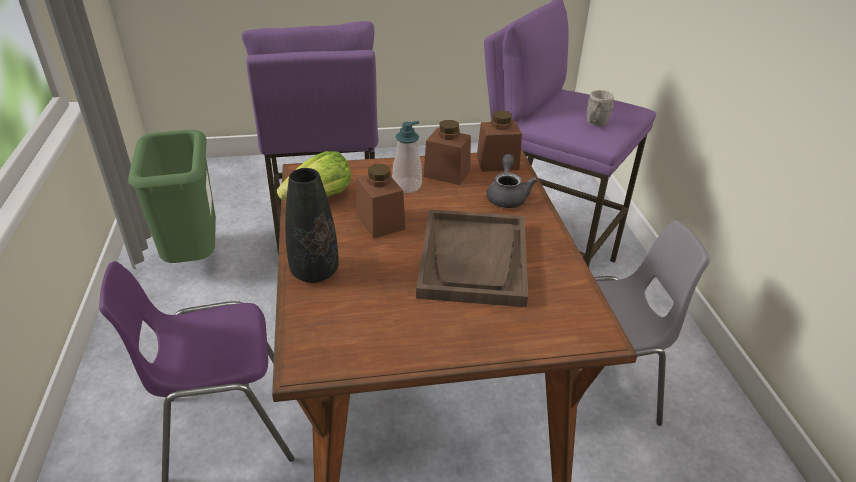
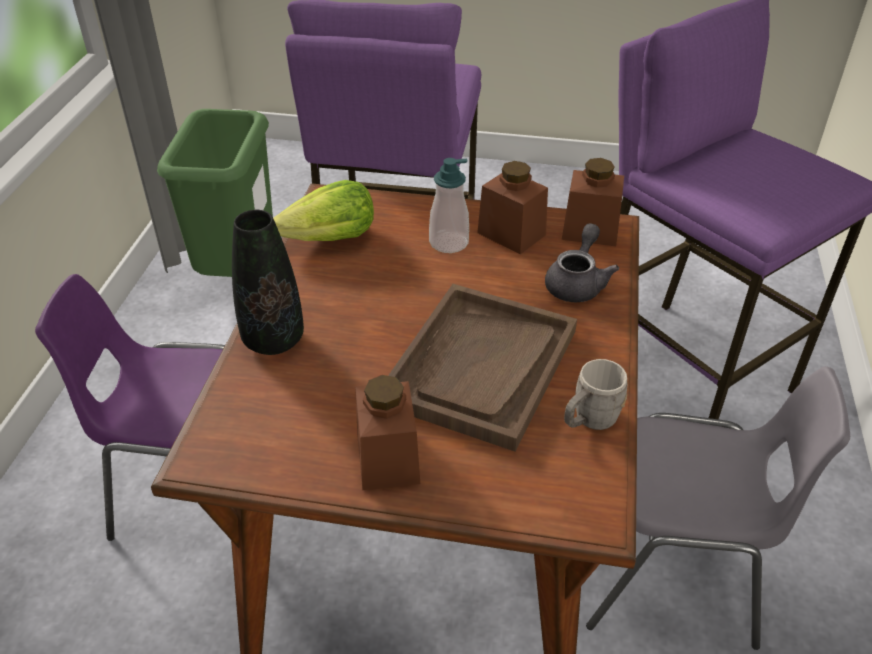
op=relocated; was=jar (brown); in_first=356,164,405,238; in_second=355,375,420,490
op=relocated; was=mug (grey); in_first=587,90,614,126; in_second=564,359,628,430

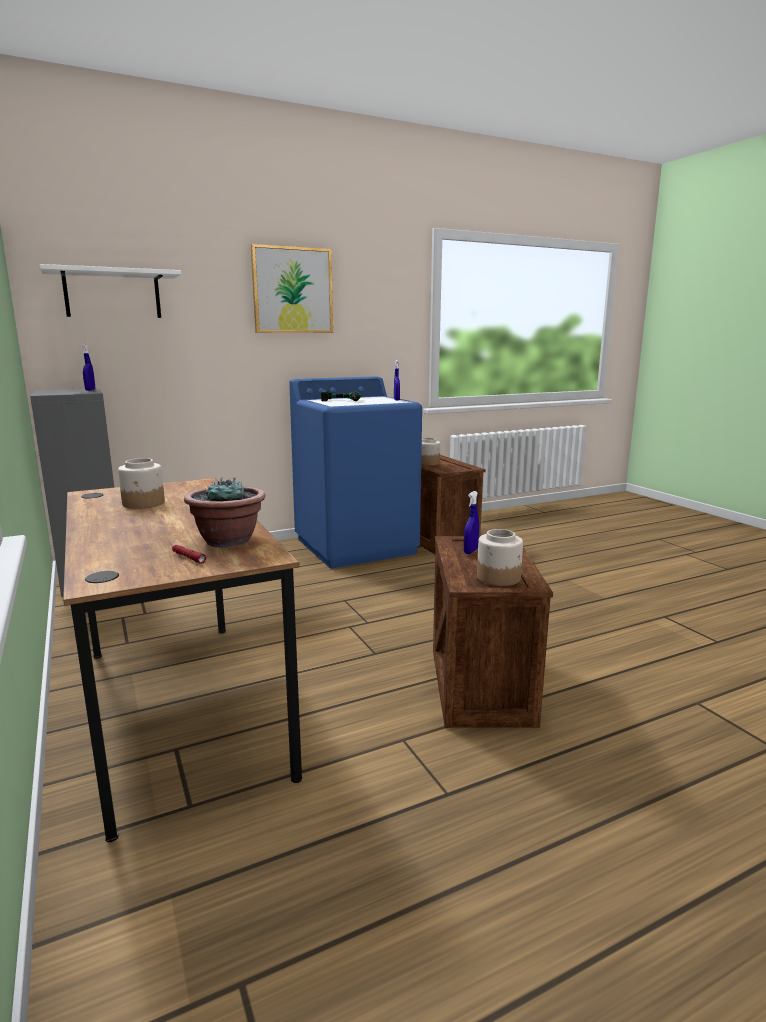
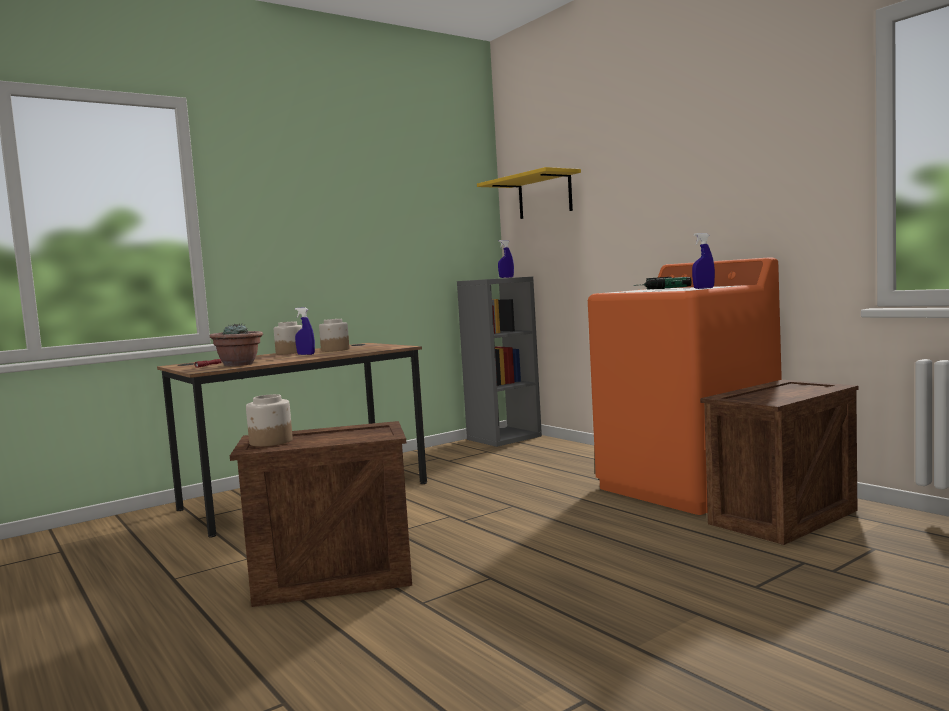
op=colour; was=shelf (white); now=shelf (yellow); in_first=39,264,181,318; in_second=477,167,581,219
op=missing; was=picture; in_first=251,244,333,333
op=colour; was=washing machine (blue); now=washing machine (orange); in_first=289,376,422,568; in_second=588,257,782,515
op=relocated; was=jar; in_first=421,438,440,466; in_second=274,321,302,354
op=relocated; was=spray bottle (blue); in_first=464,491,479,554; in_second=295,308,315,355

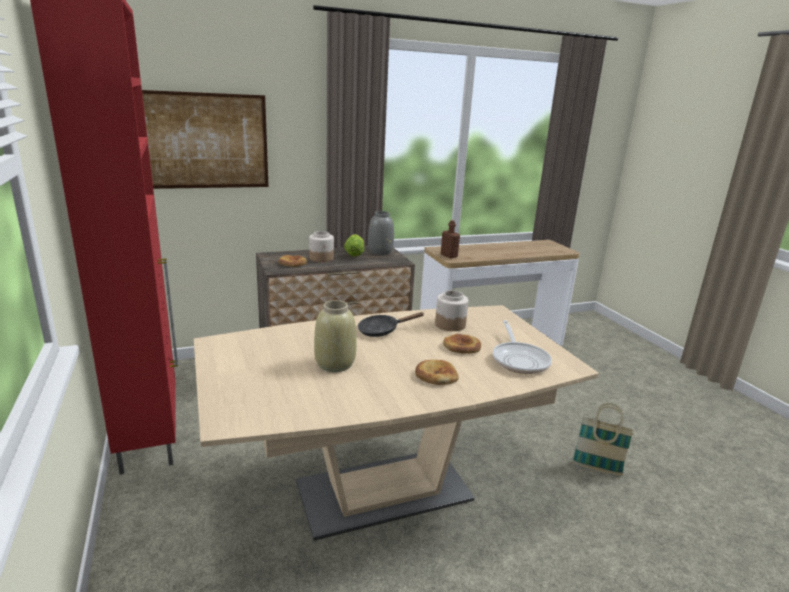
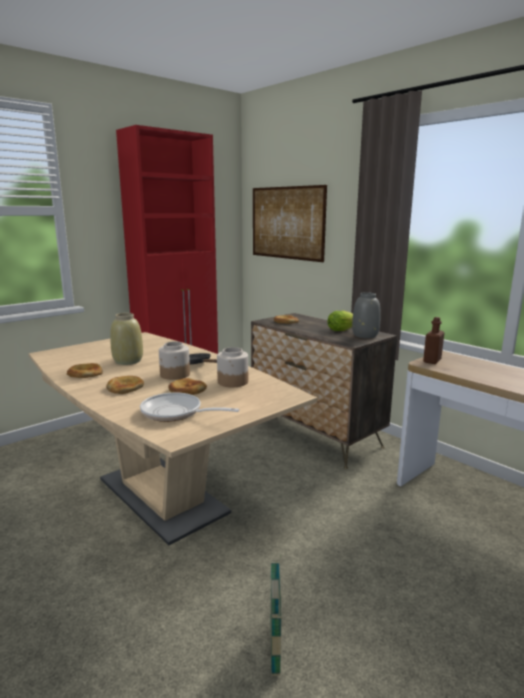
op=relocated; was=jar; in_first=309,231,334,262; in_second=159,341,190,380
op=spun; was=frying pan; in_first=493,320,552,374; in_second=140,393,240,422; clockwise=45
op=appeared; now=bread; in_second=67,363,103,378

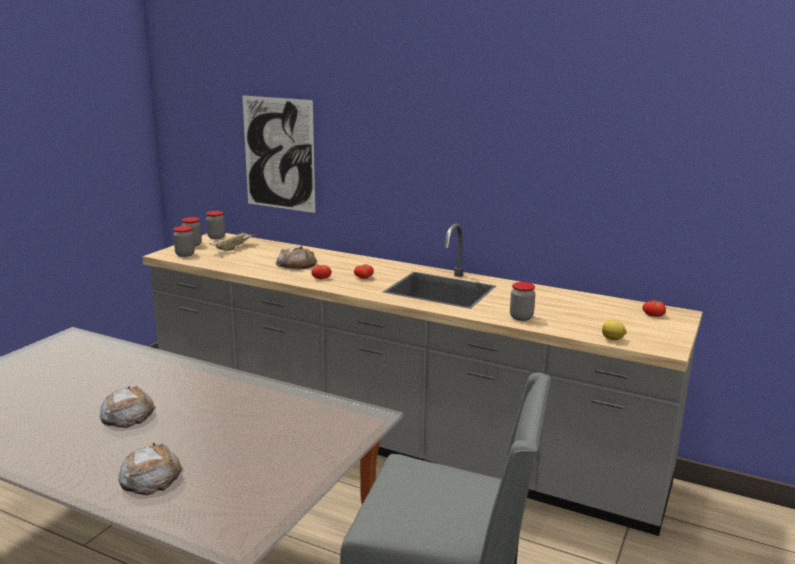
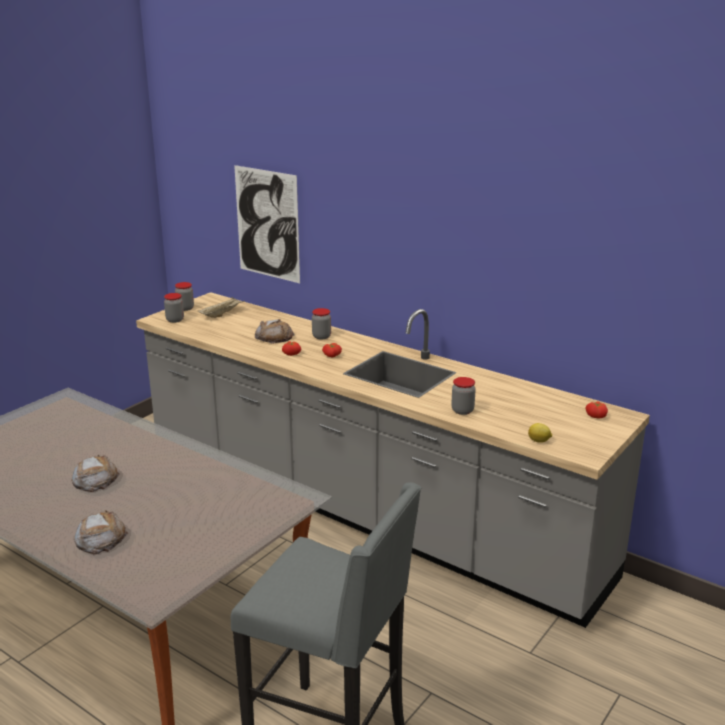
op=relocated; was=jar; in_first=206,211,225,239; in_second=312,308,331,339

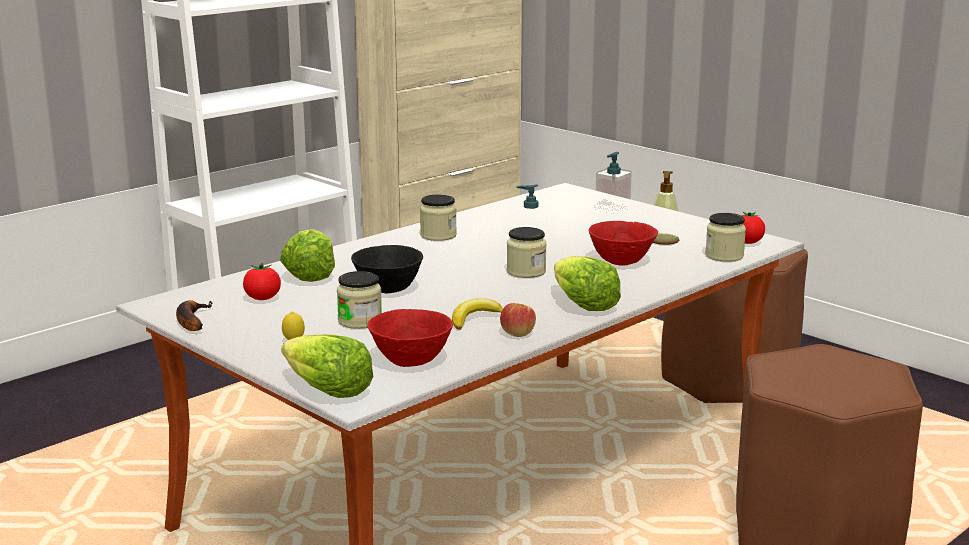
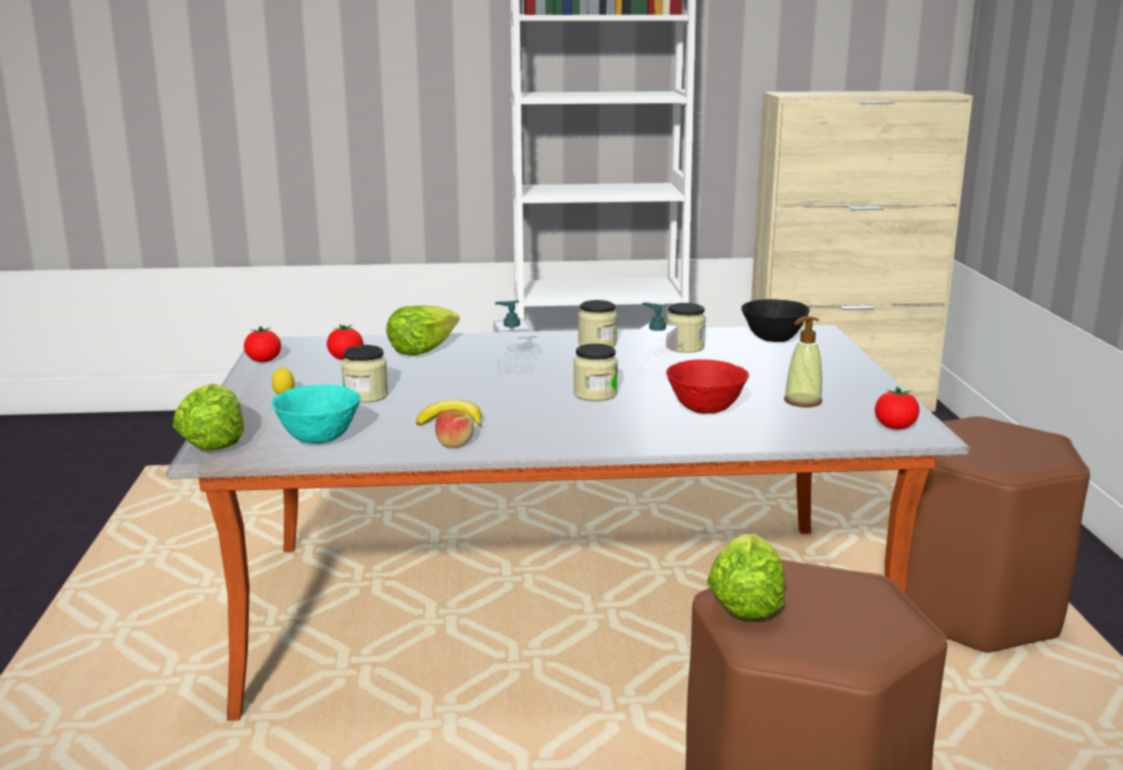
op=exchanged; was=banana; now=tomato; in_first=176,300,213,331; in_second=244,326,281,362
op=relocated; was=bowl (black); in_first=351,245,423,293; in_second=741,299,810,342
op=colour; was=bowl (red); now=bowl (turquoise); in_first=367,309,453,367; in_second=272,385,361,444
op=relocated; was=lettuce; in_first=554,256,621,311; in_second=707,533,785,620
op=relocated; was=soap dispenser; in_first=595,152,632,214; in_second=493,300,531,375
op=relocated; was=jar; in_first=705,213,746,262; in_second=667,303,706,353

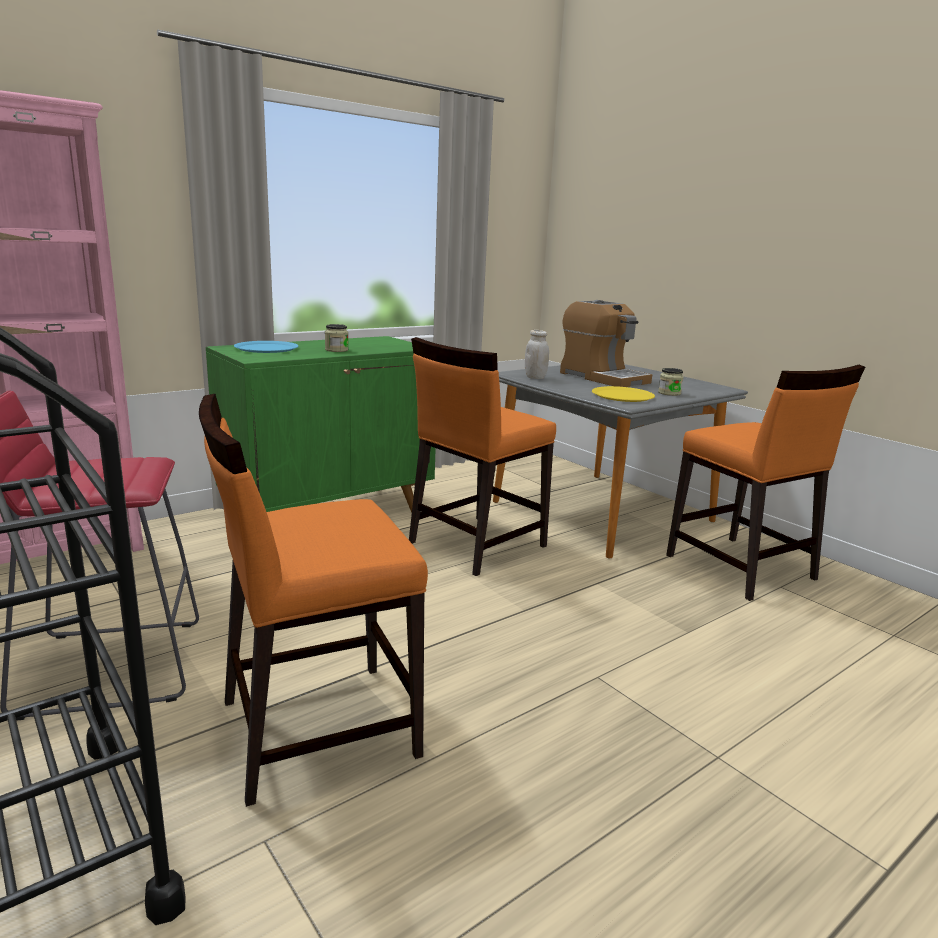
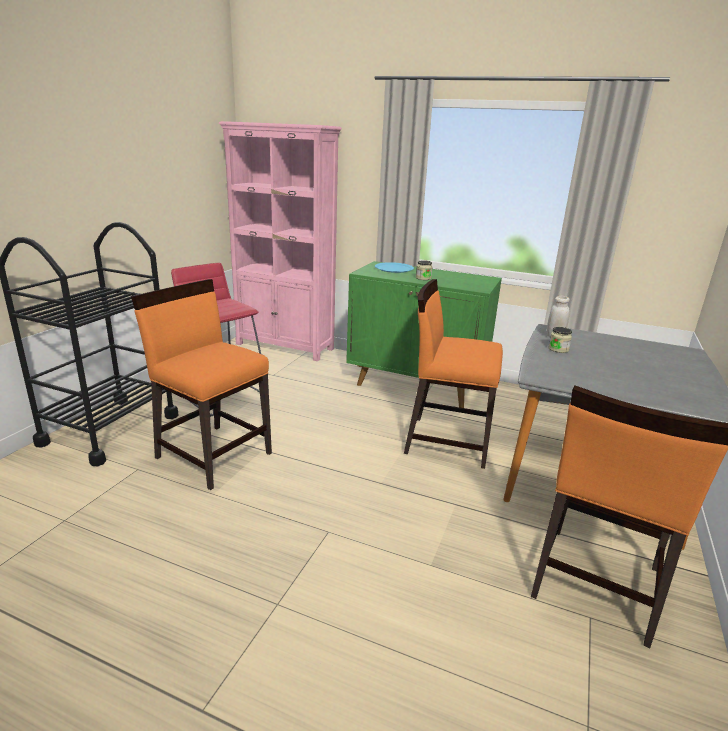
op=missing; was=coffee machine; in_first=560,300,652,387
op=missing; was=plate (yellow); in_first=592,386,655,402
op=relocated; was=jar; in_first=658,368,684,396; in_second=548,327,572,353

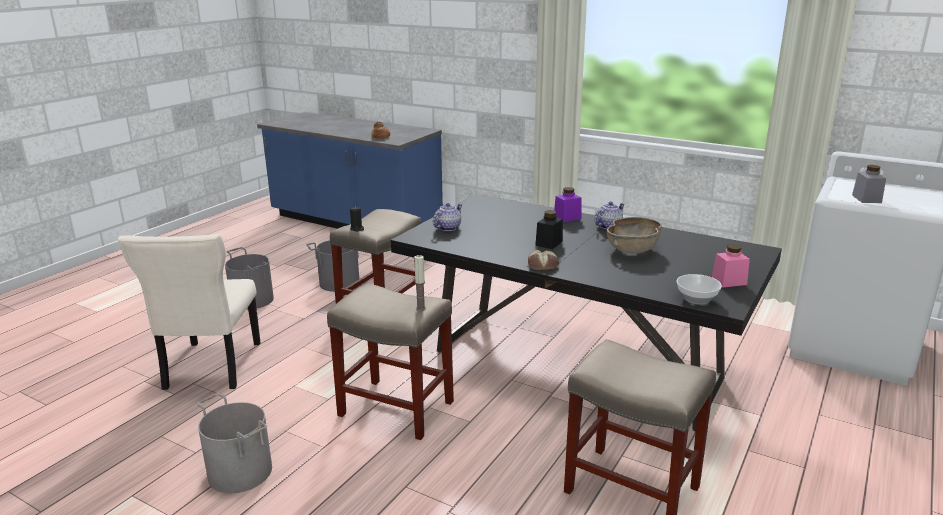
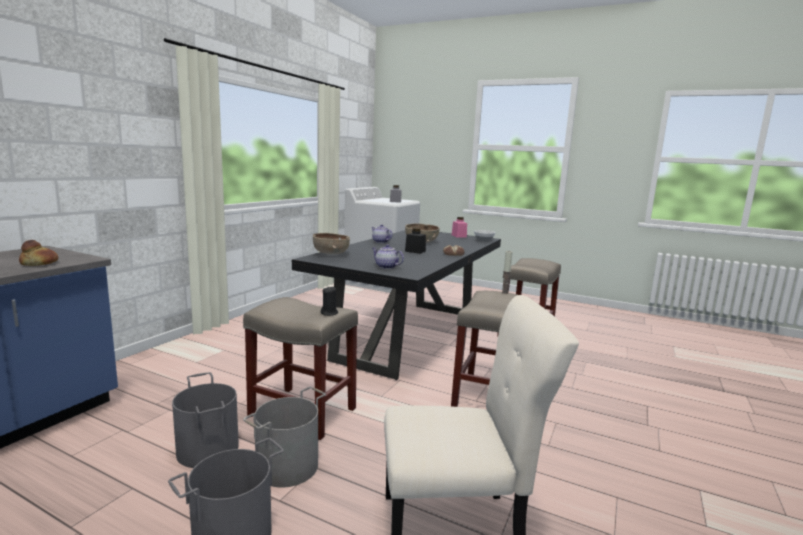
op=relocated; was=bucket (grey); in_first=197,393,272,493; in_second=243,387,326,488
op=missing; was=jar (purple); in_first=554,187,581,222
op=appeared; now=bowl (brown); in_second=313,233,350,255

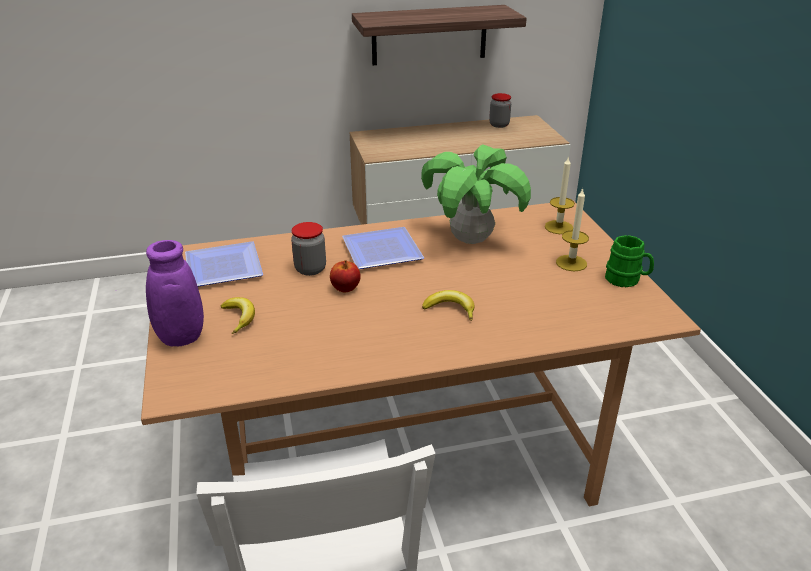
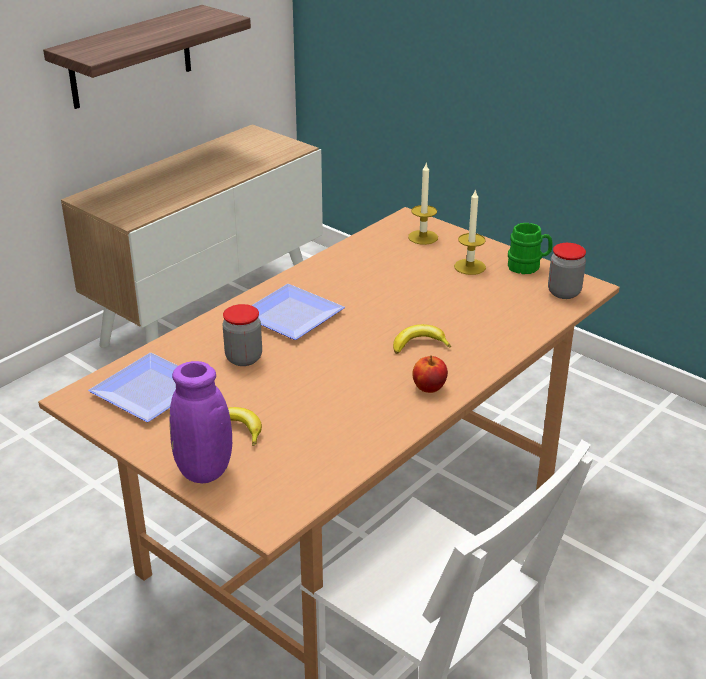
op=relocated; was=apple; in_first=330,260,361,293; in_second=412,355,448,393
op=missing; was=potted plant; in_first=421,144,531,244
op=relocated; was=jar; in_first=489,93,511,128; in_second=548,243,586,299

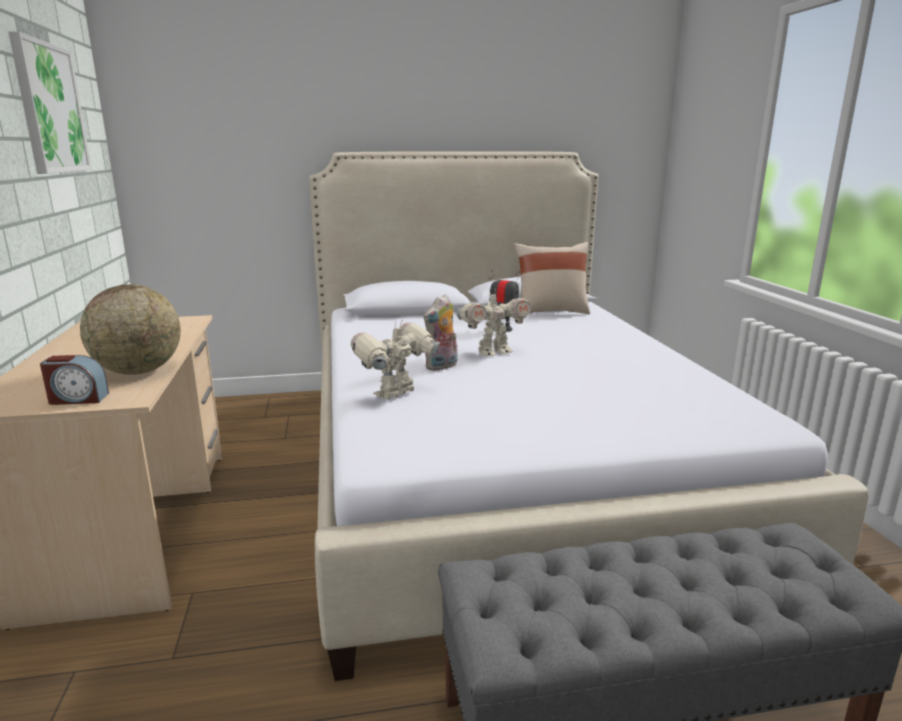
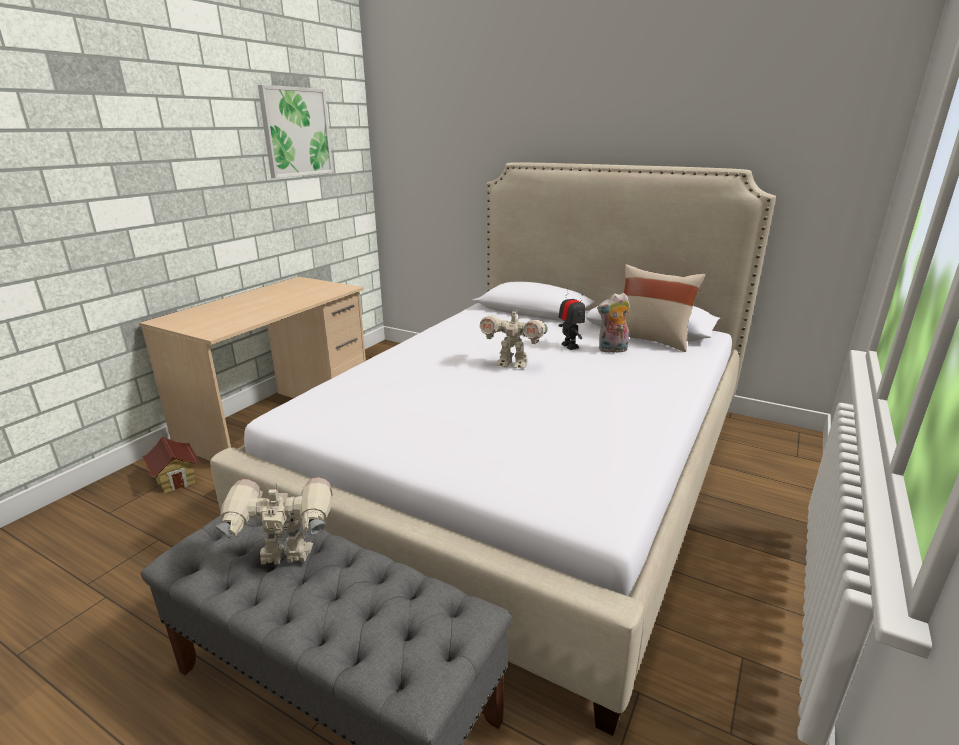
op=missing; was=alarm clock; in_first=40,355,109,405
op=missing; was=globe; in_first=80,284,181,375
op=relocated; was=toy robot; in_first=351,319,440,400; in_second=216,477,333,565
op=relocated; was=plush toy; in_first=424,294,458,371; in_second=597,293,630,353
op=appeared; now=toy house; in_second=143,437,200,493

